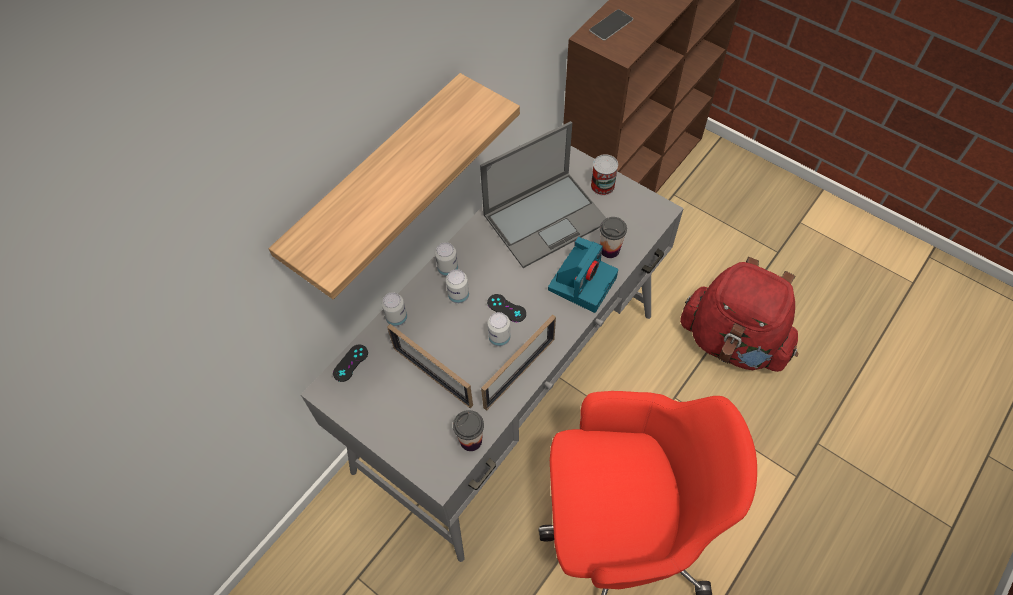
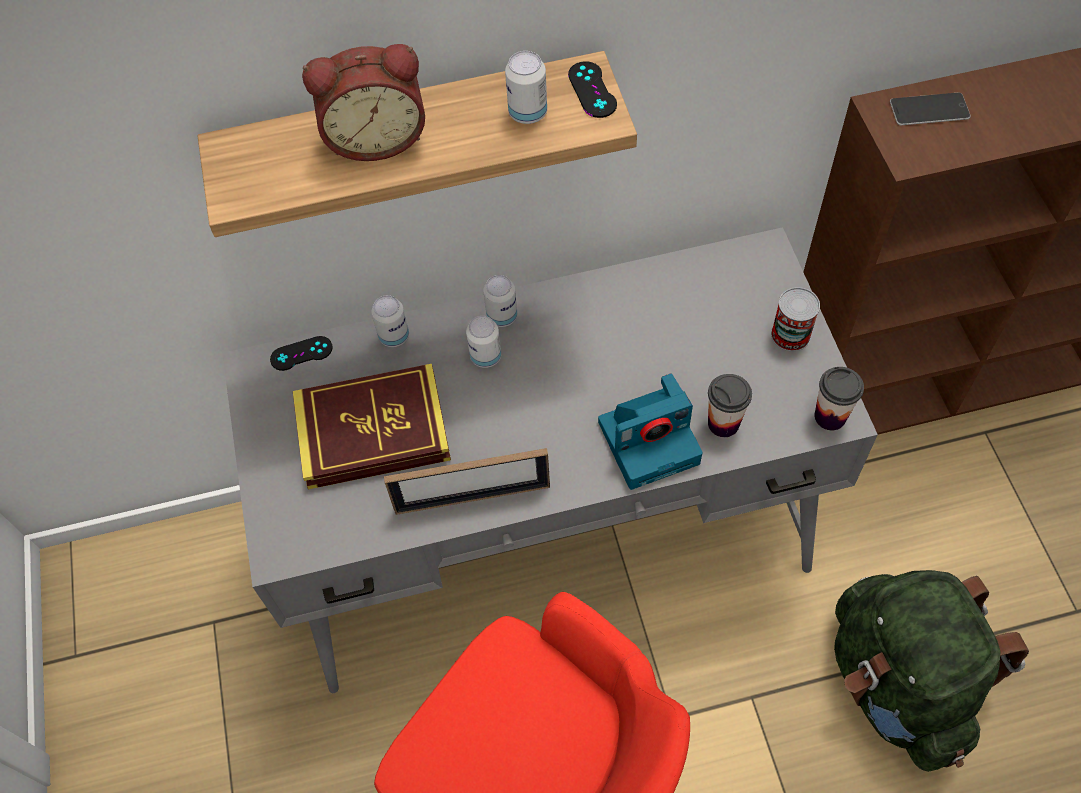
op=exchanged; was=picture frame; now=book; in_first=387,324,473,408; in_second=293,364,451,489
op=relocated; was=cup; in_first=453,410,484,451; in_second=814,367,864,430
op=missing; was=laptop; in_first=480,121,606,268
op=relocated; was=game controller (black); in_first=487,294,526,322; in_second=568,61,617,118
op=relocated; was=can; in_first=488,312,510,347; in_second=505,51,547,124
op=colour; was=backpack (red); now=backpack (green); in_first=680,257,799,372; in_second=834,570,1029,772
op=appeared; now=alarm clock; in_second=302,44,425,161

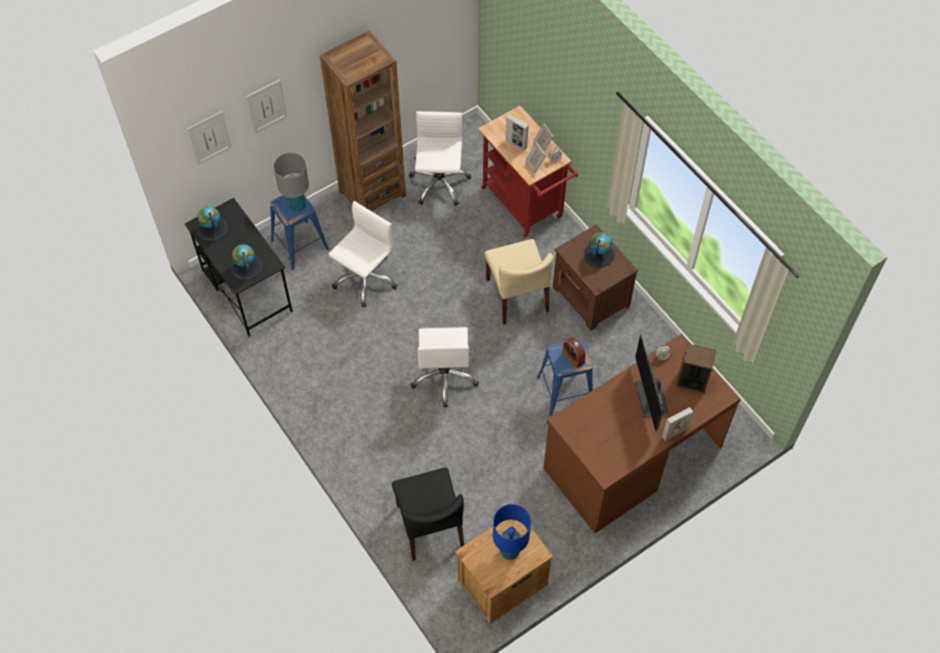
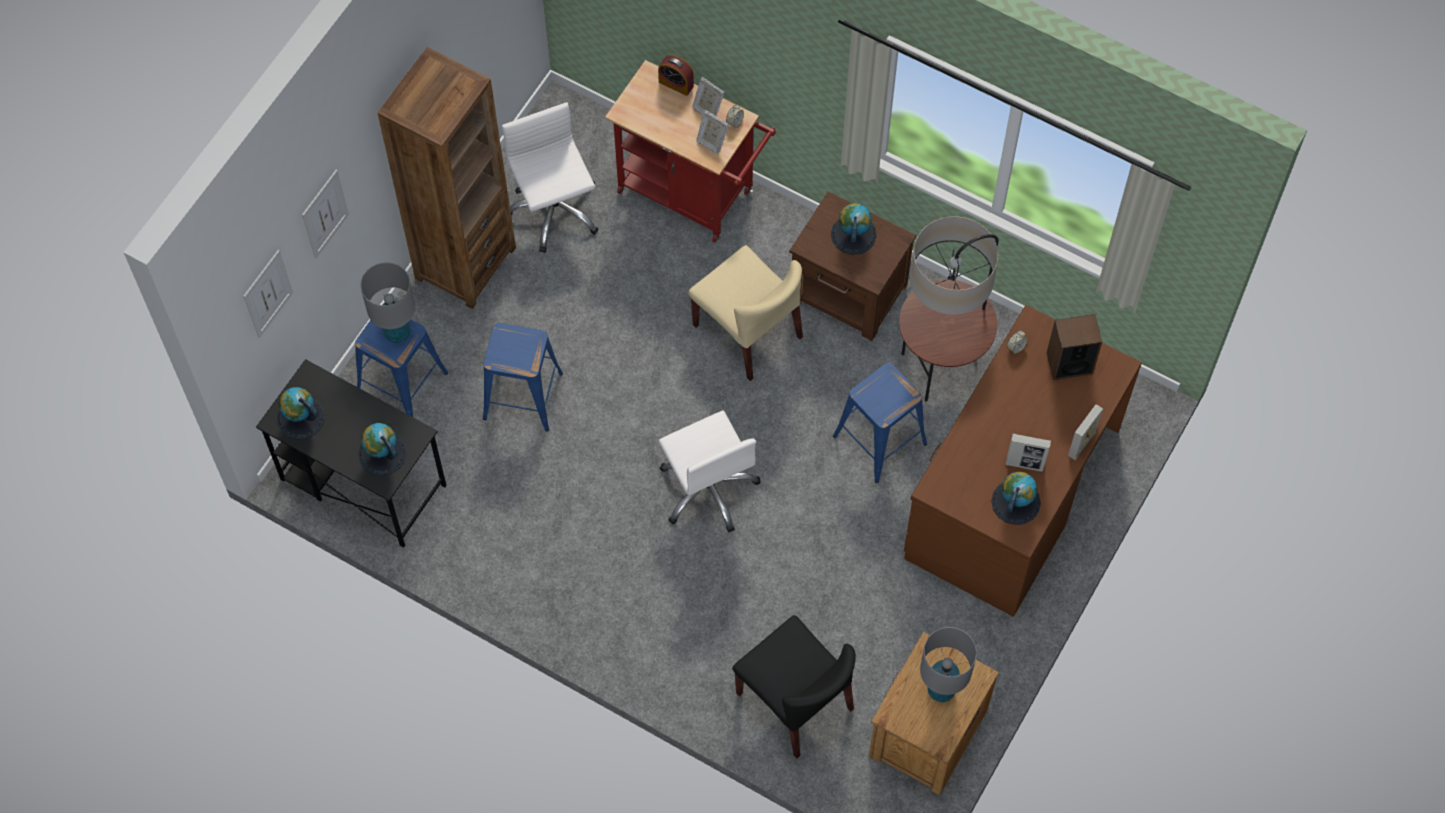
op=exchanged; was=office chair (white); now=stool (blue); in_first=329,201,398,307; in_second=483,323,563,431
op=colour; was=table lamp (blue); now=table lamp (grey); in_first=493,504,531,560; in_second=920,627,977,702
op=relocated; was=picture frame; in_first=506,114,529,150; in_second=1006,434,1051,472
op=relocated; was=alarm clock; in_first=563,337,586,368; in_second=658,55,694,96
op=missing; was=monitor; in_first=635,335,669,432
op=appeared; now=floor lamp; in_second=899,216,999,402
op=appeared; now=globe; in_second=991,471,1041,525

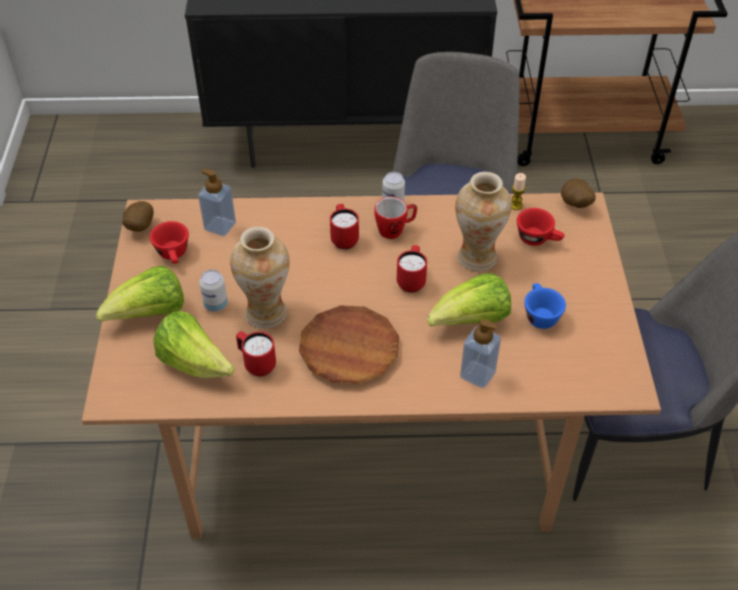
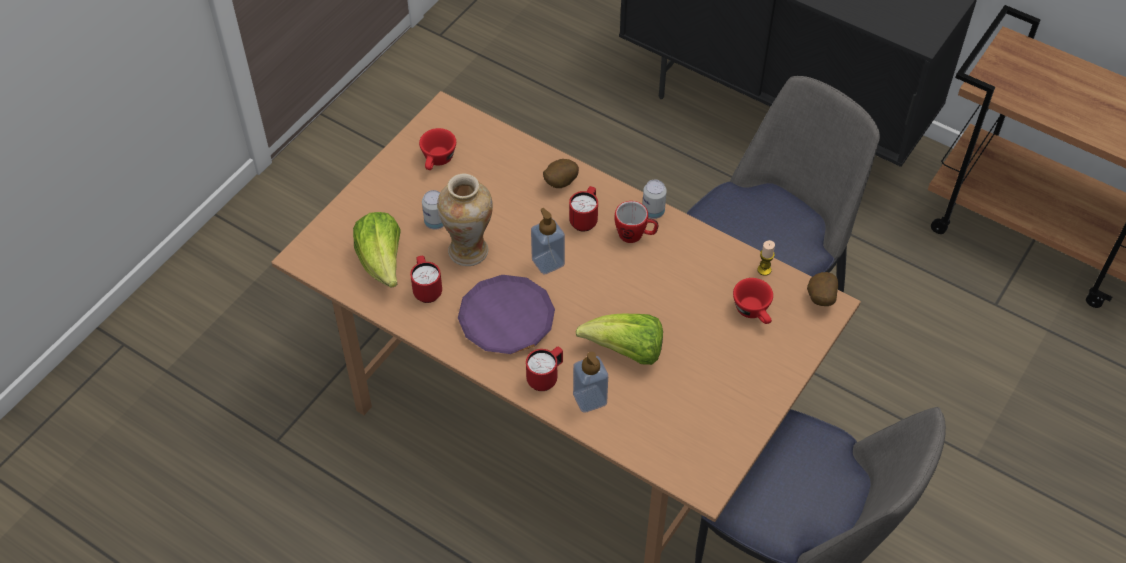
op=missing; was=lettuce; in_first=96,266,184,322
op=relocated; was=potato; in_first=122,201,154,232; in_second=543,159,579,188
op=relocated; was=soap dispenser; in_first=198,169,236,236; in_second=531,208,565,275
op=colour; was=plate (brown); now=plate (purple); in_first=299,305,399,384; in_second=458,275,555,354
op=relocated; was=mug (red); in_first=397,245,427,293; in_second=526,347,563,391
op=missing; was=vase; in_first=455,172,512,271
op=missing; was=cup (blue); in_first=524,283,566,329

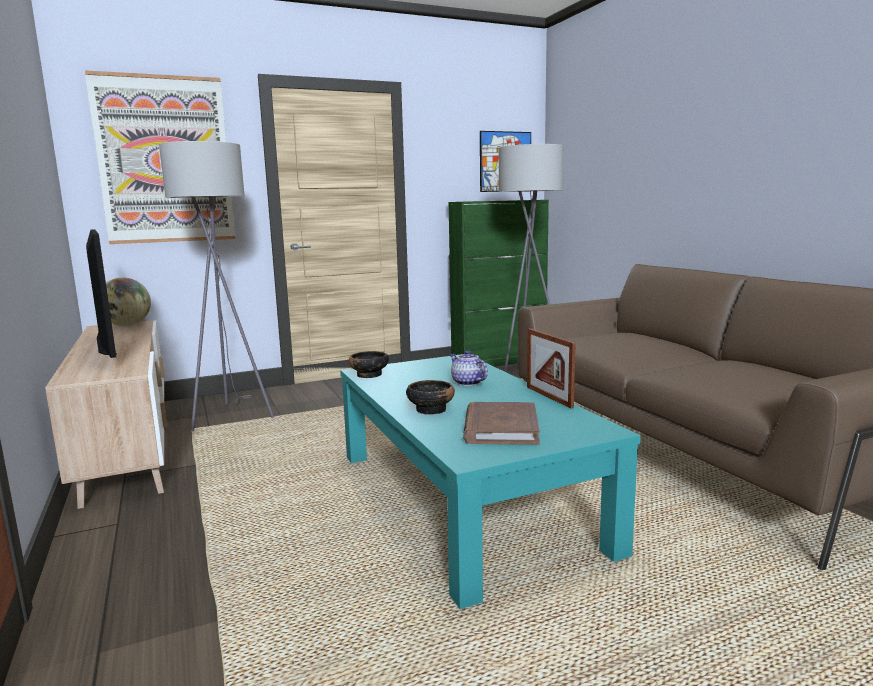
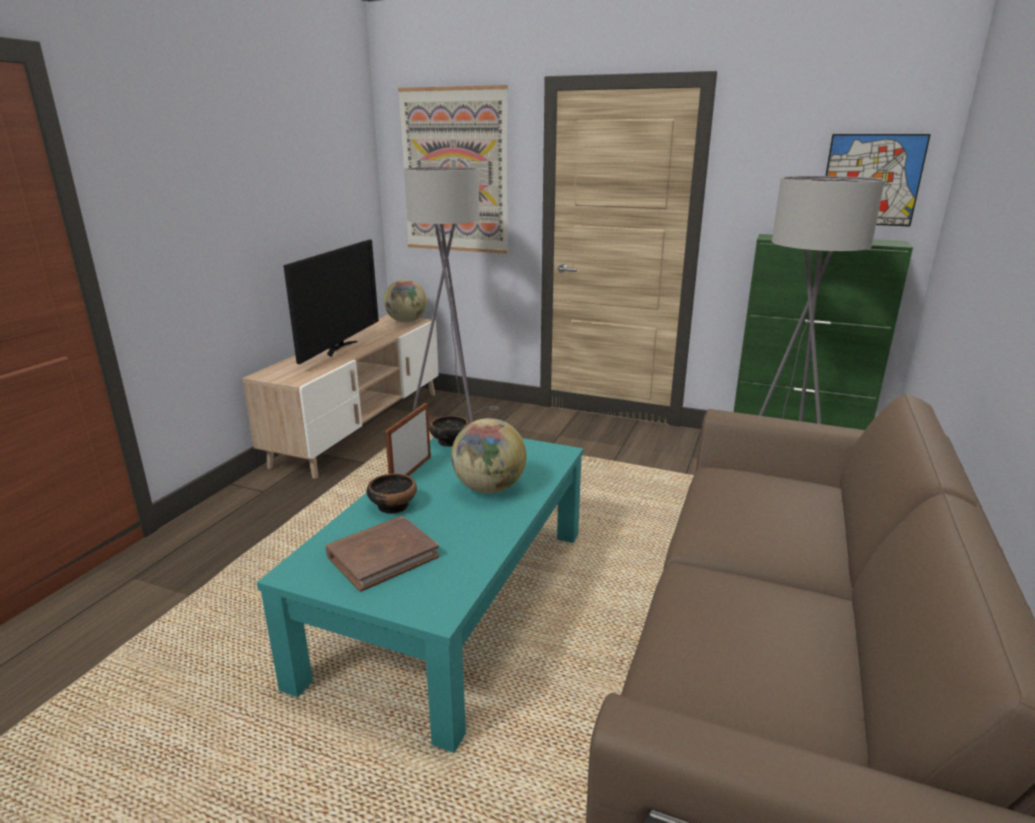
op=exchanged; was=teapot; now=globe; in_first=450,350,488,386; in_second=451,418,526,494
op=relocated; was=picture frame; in_first=527,328,576,409; in_second=385,403,431,476

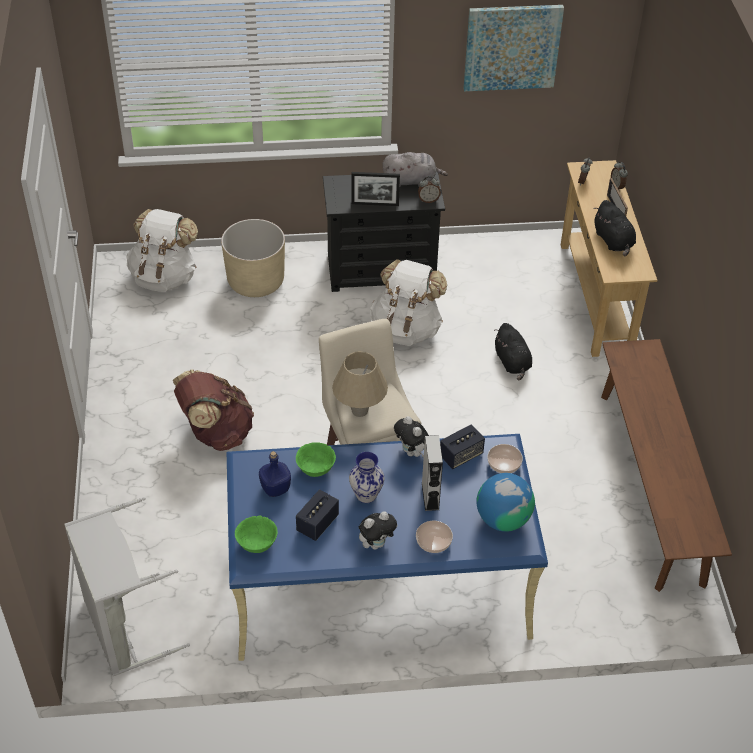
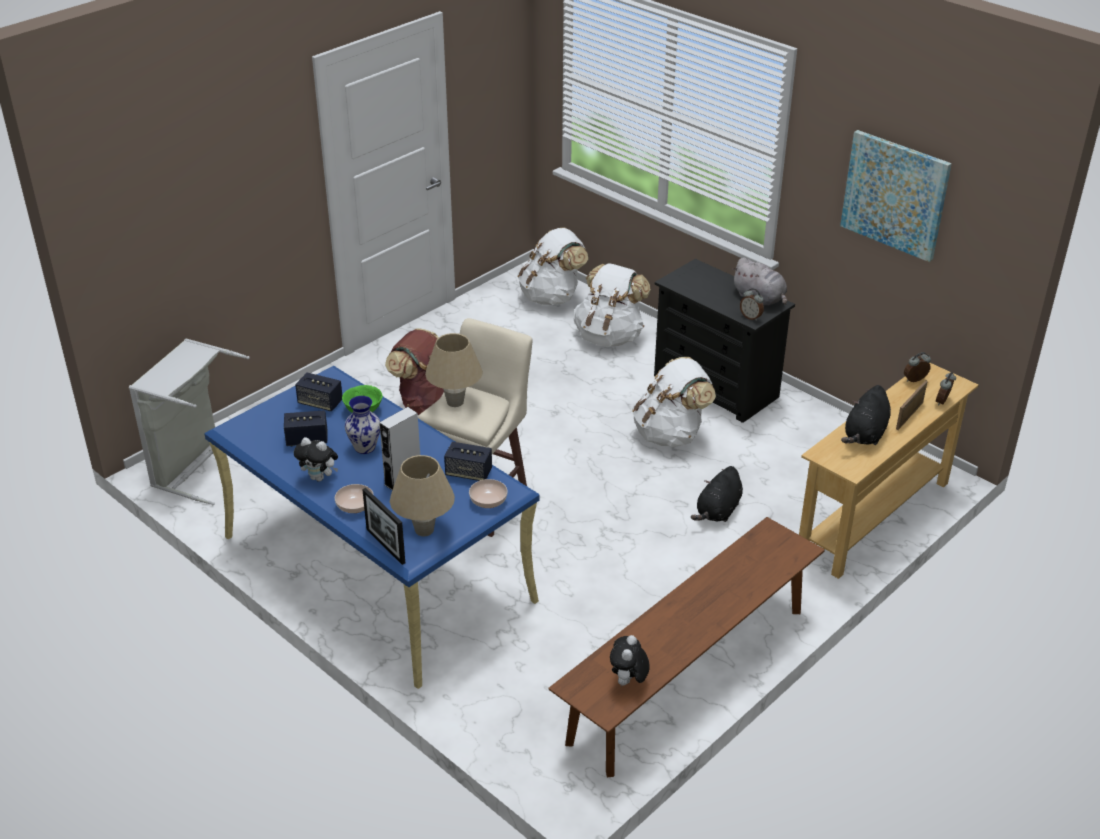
op=exchanged; was=planter (beige); now=backpack (white); in_first=221,219,285,297; in_second=573,263,651,347
op=missing; was=bowl (green); in_first=235,516,278,553
op=exchanged; was=bottle (blue); now=speaker; in_first=259,451,291,497; in_second=295,372,342,412
op=relocated; was=picture frame; in_first=351,172,400,206; in_second=362,488,405,565
op=relocated; was=plush toy; in_first=394,416,429,457; in_second=610,635,650,686
op=exchanged; was=globe; now=table lamp (beige); in_first=476,473,535,532; in_second=390,455,455,536

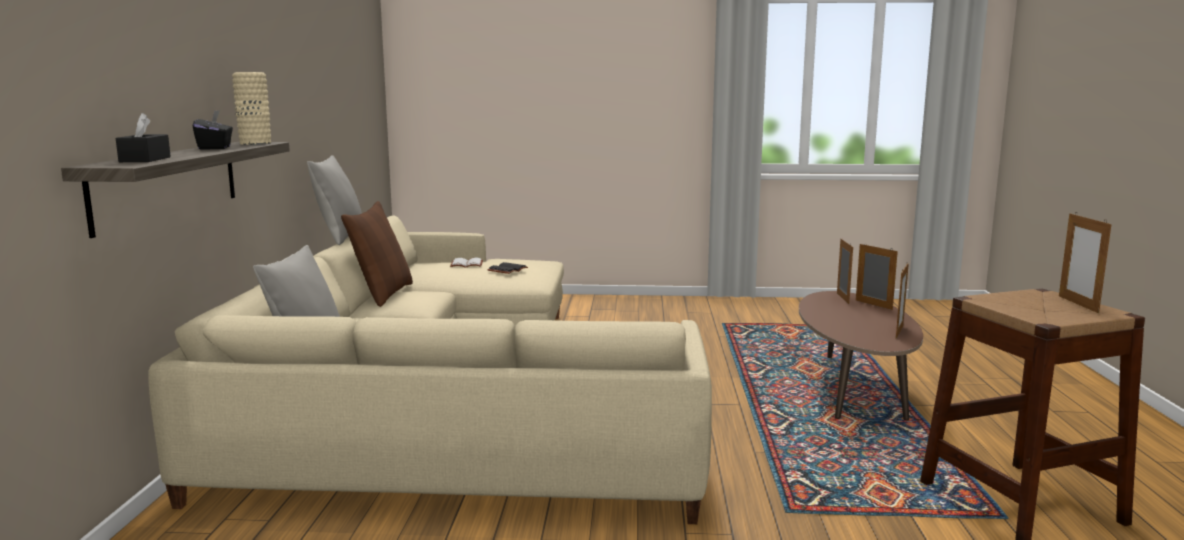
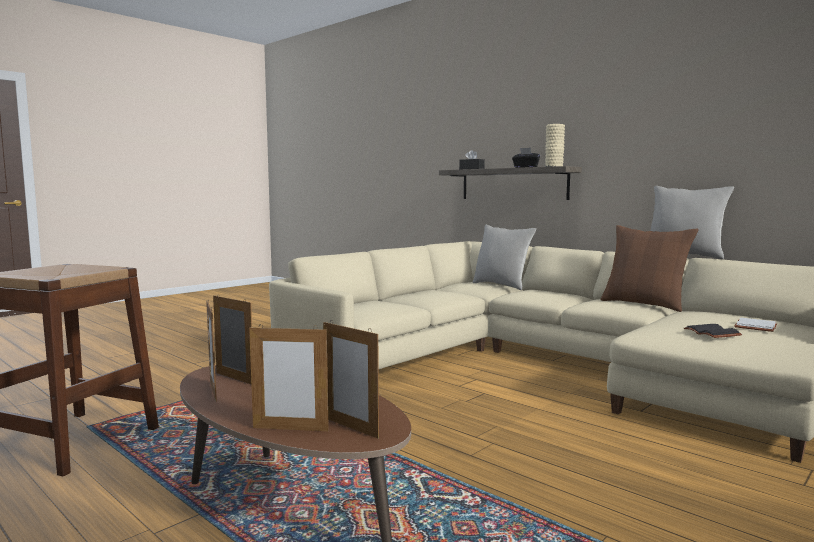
op=relocated; was=picture frame; in_first=1059,213,1112,313; in_second=213,294,252,384

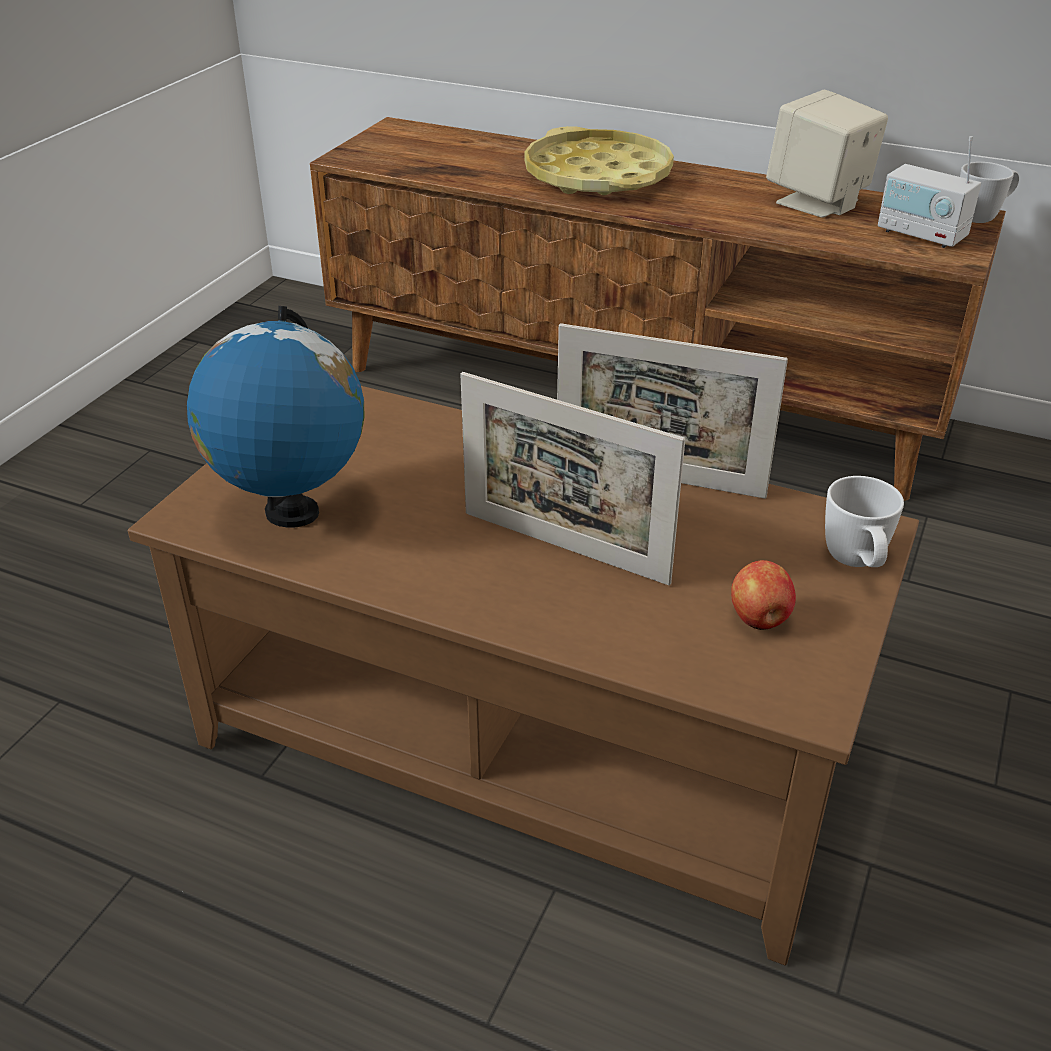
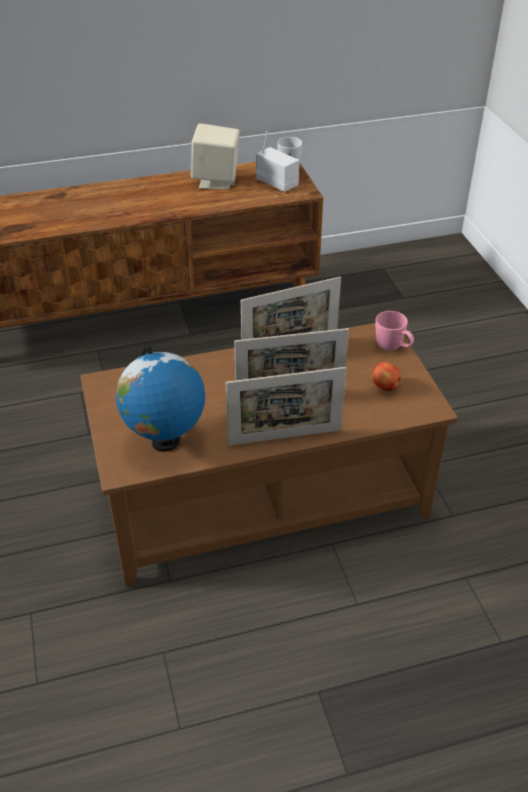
op=missing; was=tray (yellow); in_first=525,126,674,195
op=colour; was=mug (white); now=mug (pink); in_first=825,476,904,567; in_second=375,311,414,351
op=spun; was=radio; in_first=878,136,981,248; in_second=256,131,299,192; clockwise=-135
op=appeared; now=picture frame; in_second=226,367,346,445

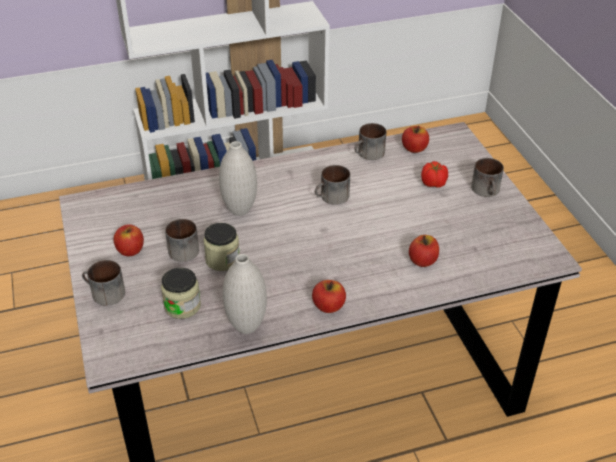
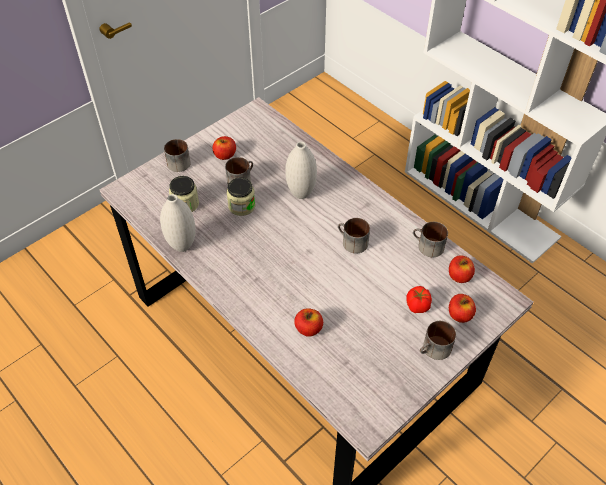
op=relocated; was=apple; in_first=312,280,346,313; in_second=449,294,476,323

